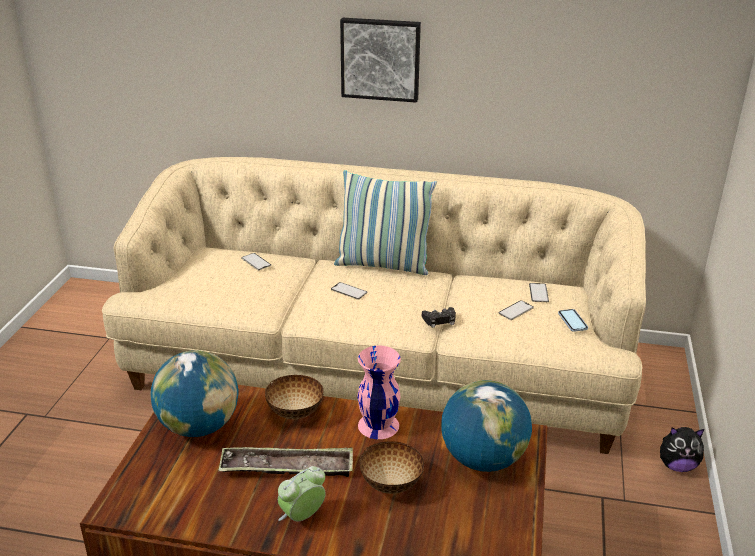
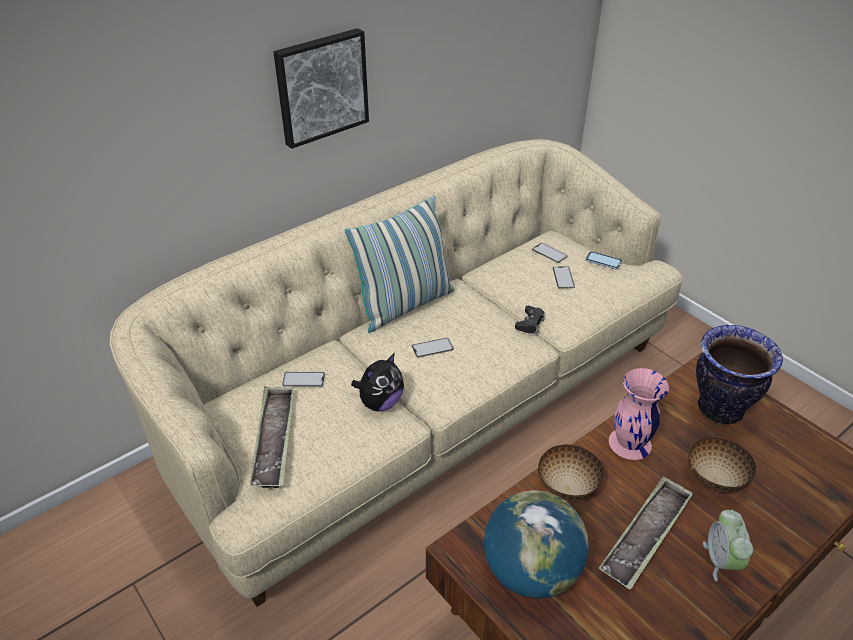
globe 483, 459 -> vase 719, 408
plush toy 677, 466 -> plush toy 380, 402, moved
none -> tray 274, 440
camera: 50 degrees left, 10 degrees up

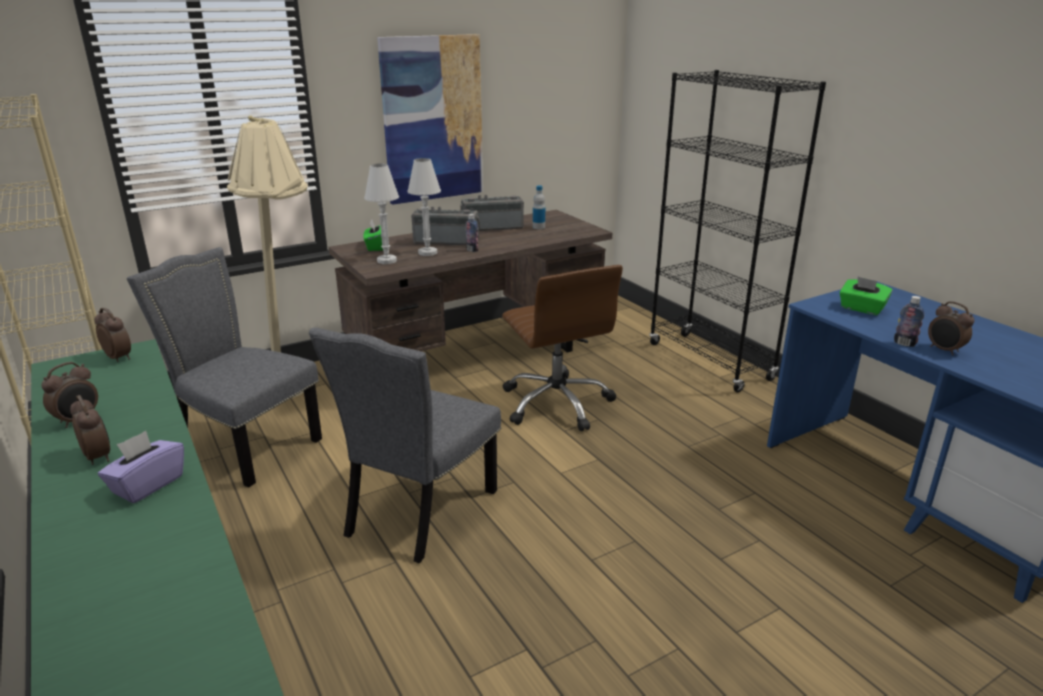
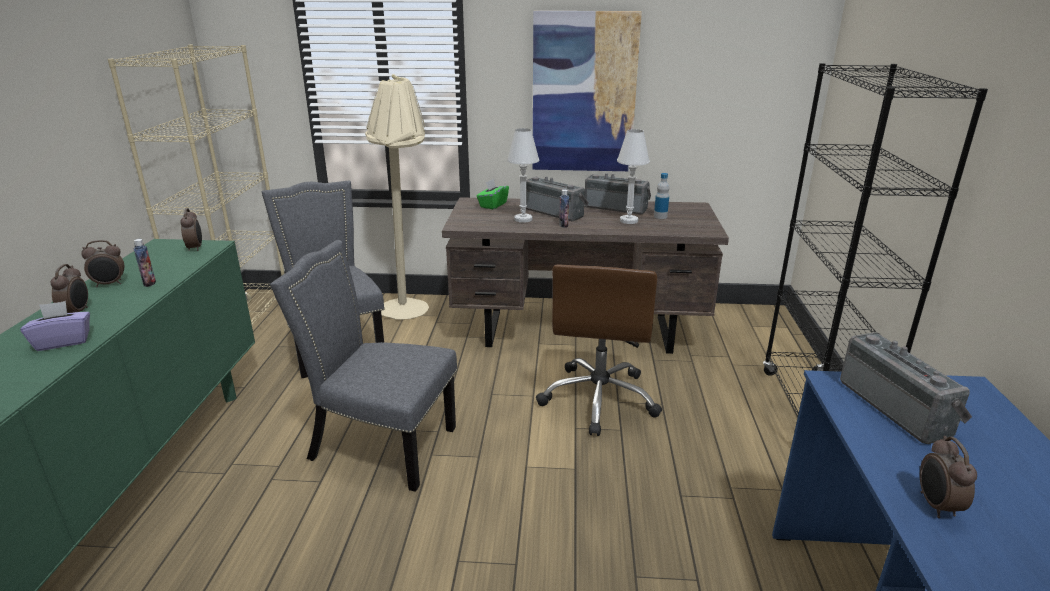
grey chair 421, 509 -> grey chair 384, 447, 45 degrees clockwise
white table lamp 386, 260 -> white table lamp 628, 221, moved
green tissue box 861, 309 -> radio 898, 408
bottle 904, 343 -> bottle 149, 283, moved
camera: 35 degrees right, 0 degrees up

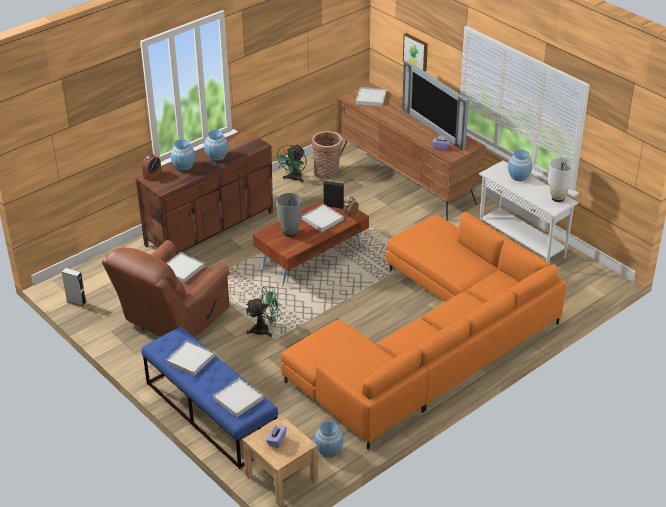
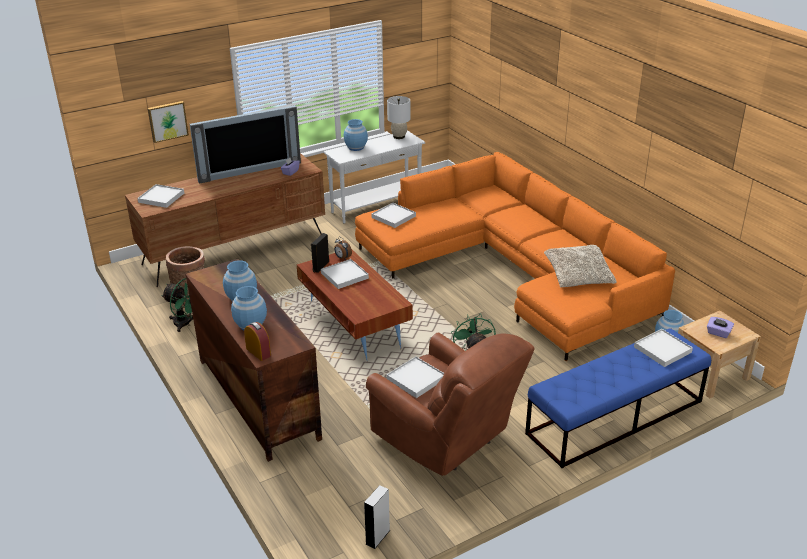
white tray 190, 360 -> white tray 393, 217, moved
grey table lamp 290, 233 -> none
none -> beige pillow 578, 275
camera: 80 degrees left, 5 degrees down

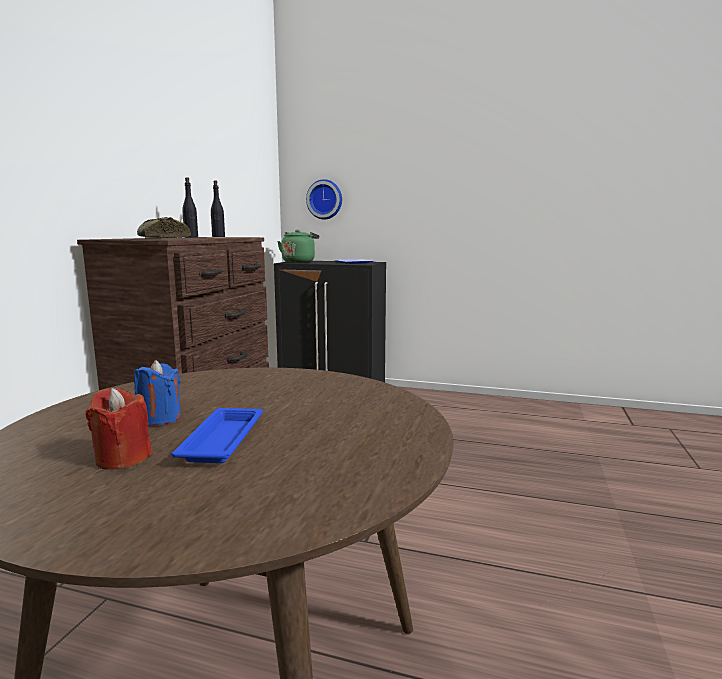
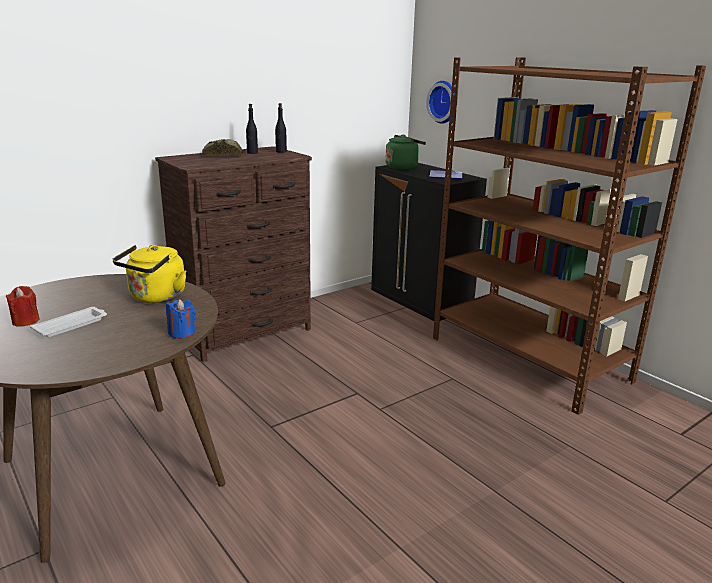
blue candle 159, 418 -> blue candle 182, 333, moved
blue tray 223, 439 -> white tray 72, 325
none -> yellow kettle 155, 297
none -> brown bookcase 528, 359
camera: 35 degrees right, 10 degrees up

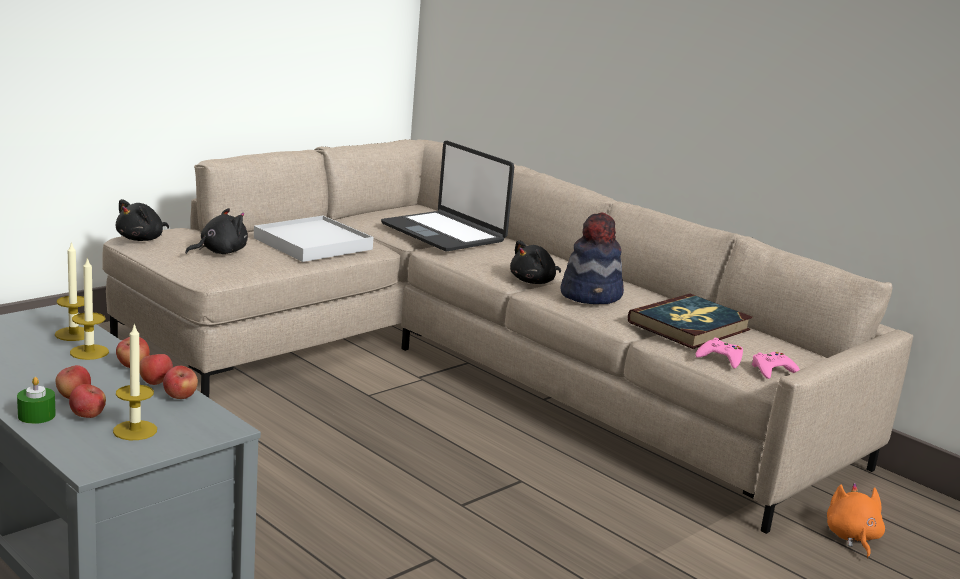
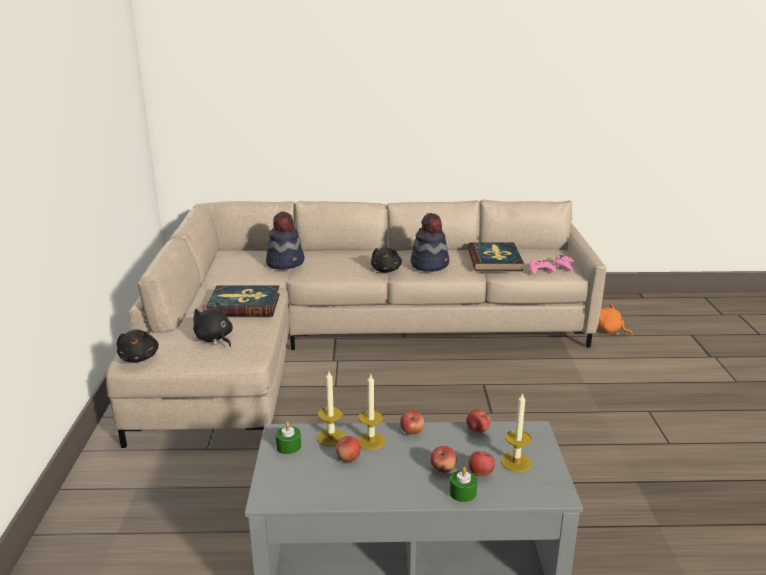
apple 155, 382 -> apple 348, 458, moved
black plush toy 220, 252 -> black plush toy 214, 339, 45 degrees counterclockwise
white tray 313, 244 -> book 244, 305
laptop 444, 233 -> hat 285, 262
none -> green candle 288, 446
camera: 45 degrees left, 5 degrees up

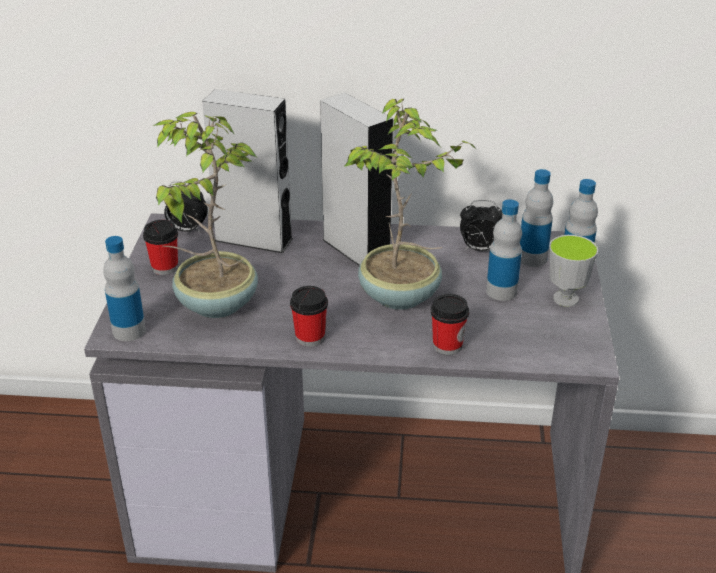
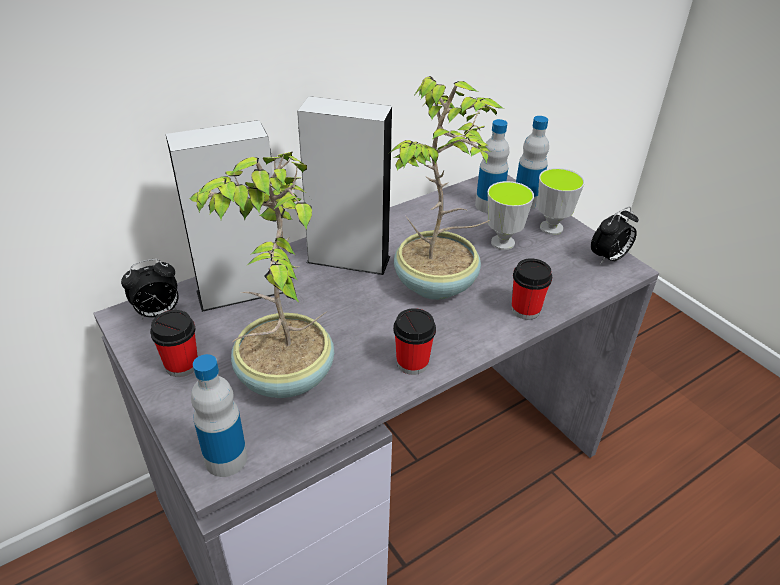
alarm clock 479, 249 -> alarm clock 608, 258, moved
bottle 501, 291 -> cup 502, 243
camera: 40 degrees left, 5 degrees up

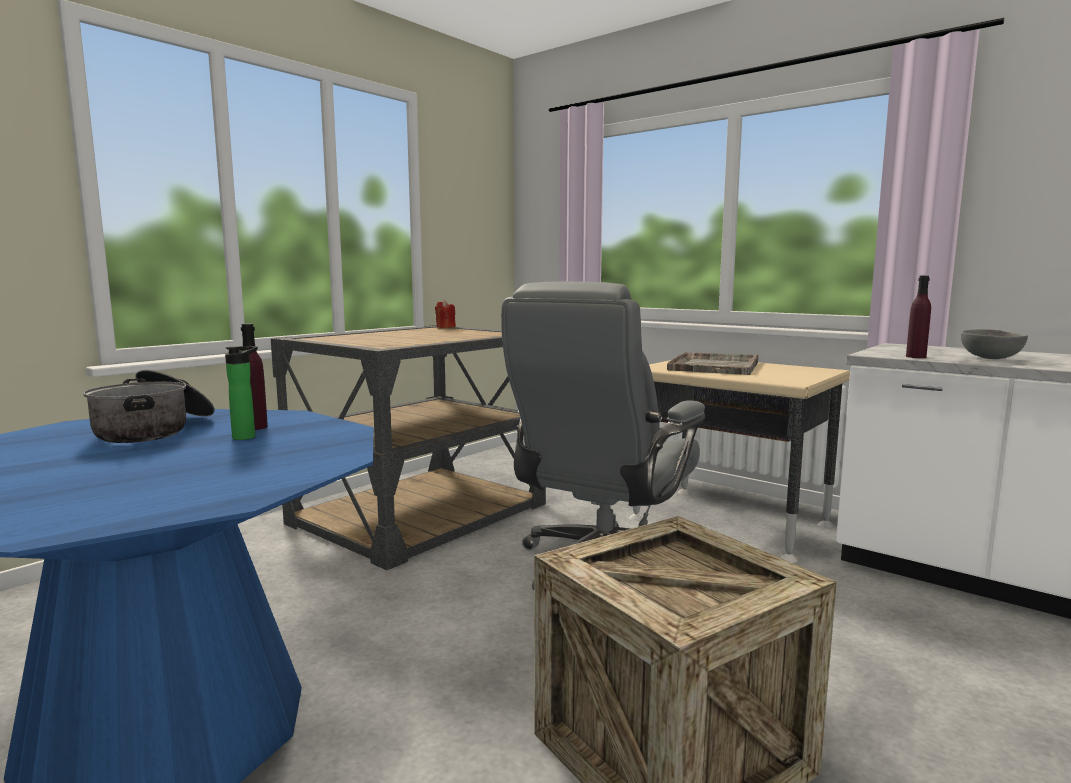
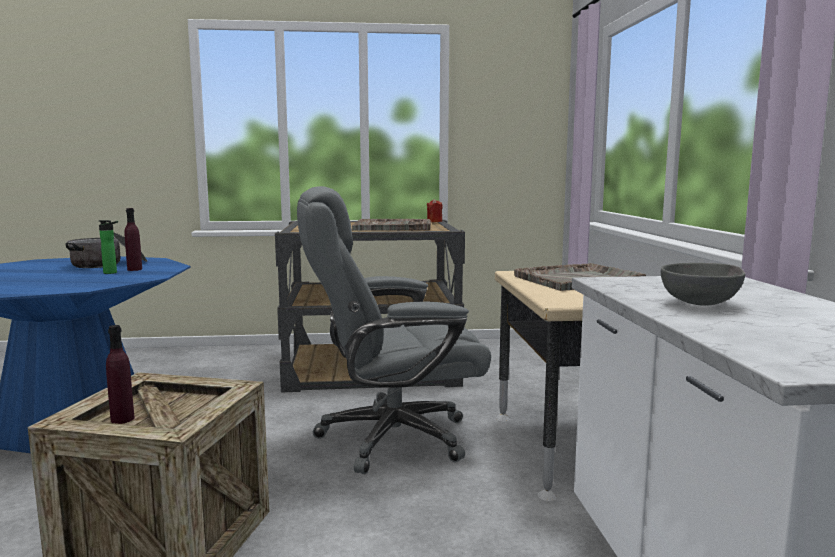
purple bottle 916, 357 -> purple bottle 122, 419, moved
none -> grey tray 394, 227
camera: 45 degrees right, 0 degrees up

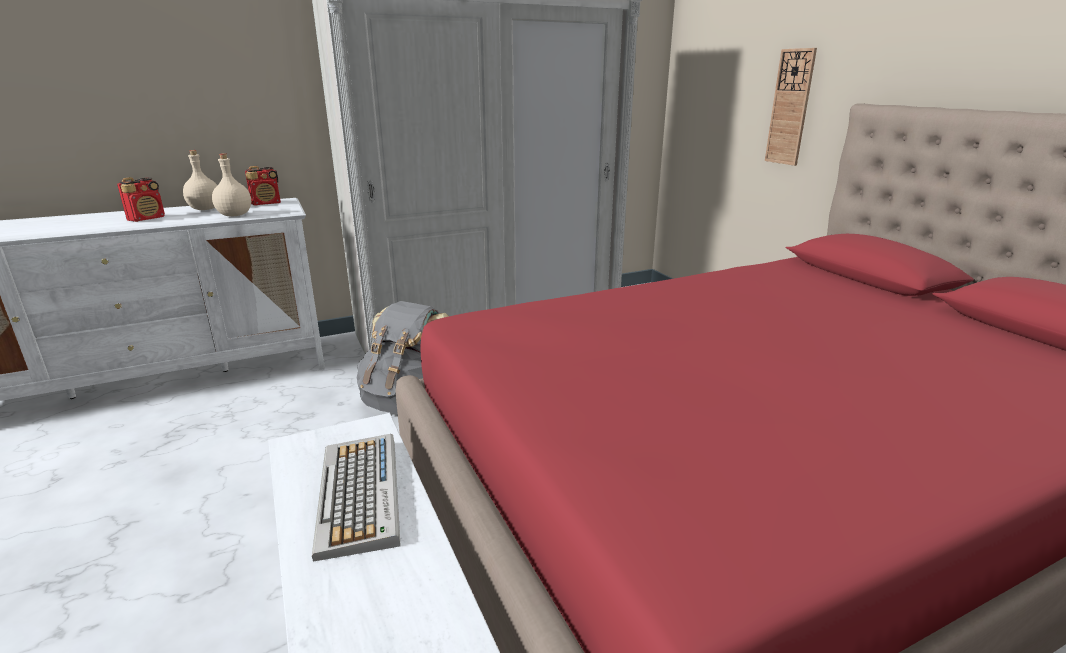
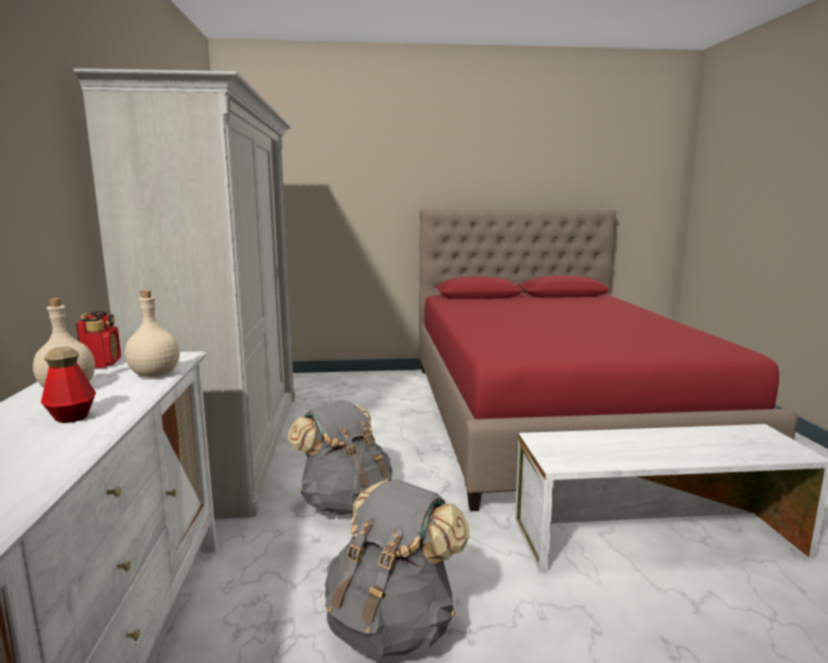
radio 147, 219 -> bottle 71, 416
keyboard 360, 495 -> none
wall clock 790, 107 -> none
none -> grey backpack 392, 625
camera: 70 degrees left, 10 degrees down

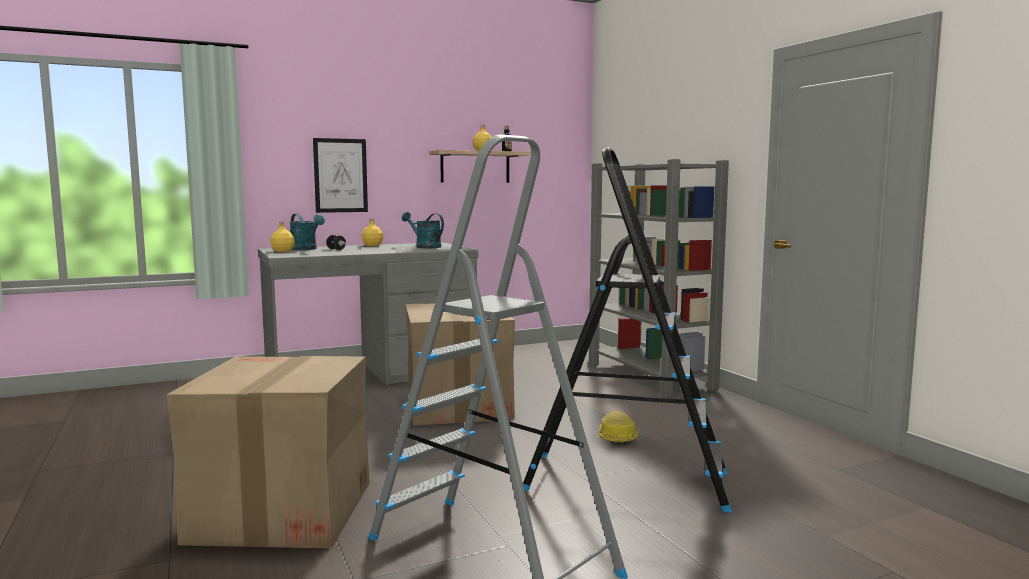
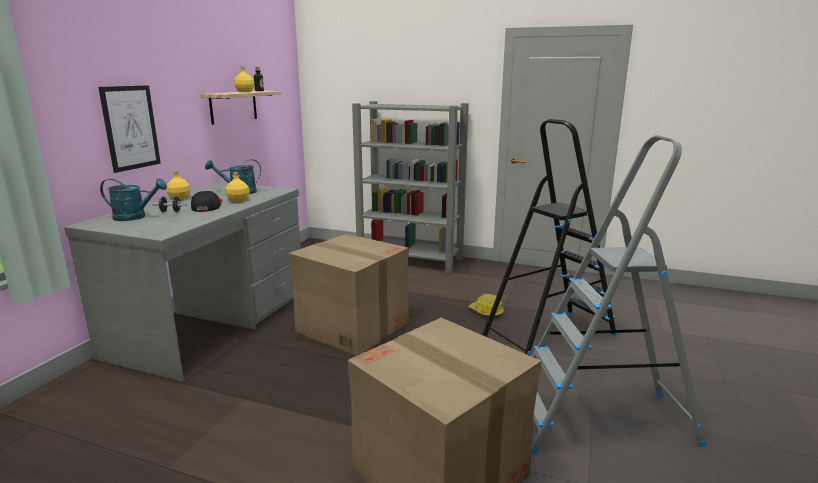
yellow bottle 282, 251 -> yellow bottle 238, 200, moved
none -> cap 206, 206
camera: 45 degrees left, 10 degrees up

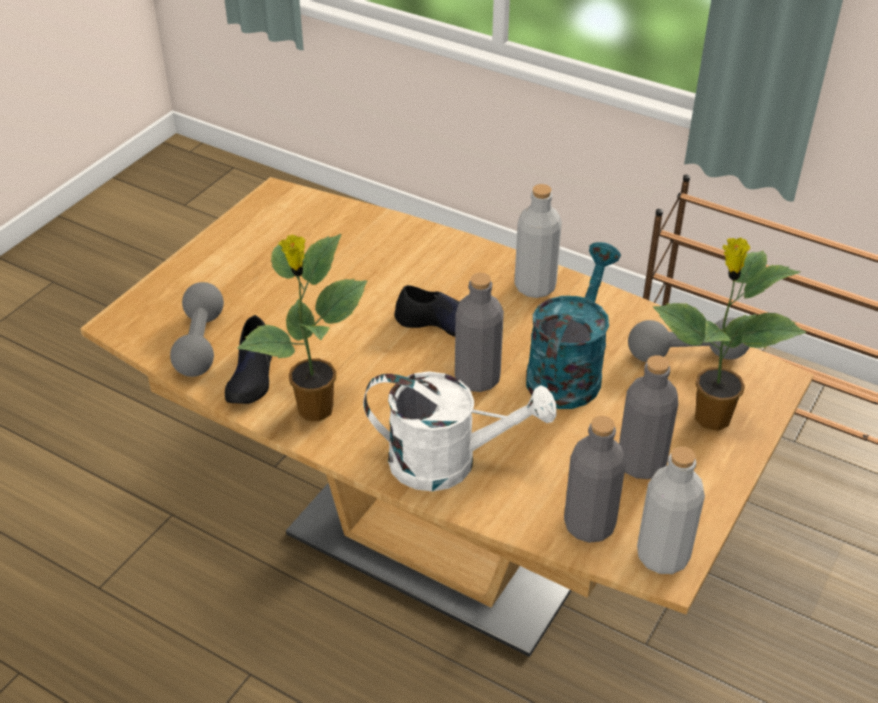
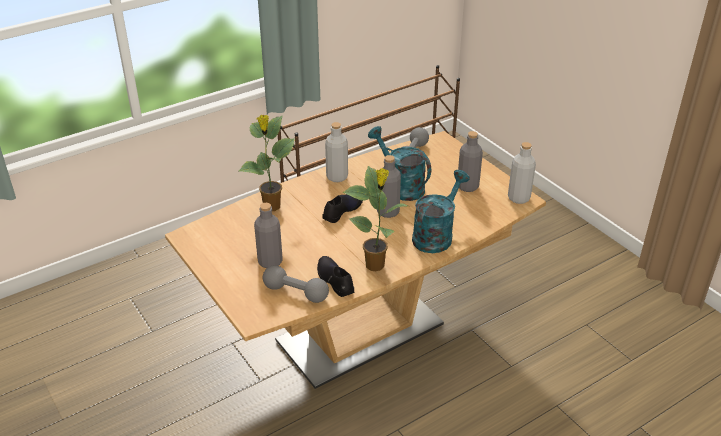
black shoe 252, 375 -> black shoe 335, 280, 150 degrees counterclockwise
white watering can 448, 462 -> turquoise watering can 436, 235
grey bottle 589, 525 -> grey bottle 270, 261, moved
potted plant 710, 418 -> potted plant 271, 207, moved
camera: 65 degrees left, 5 degrees down

